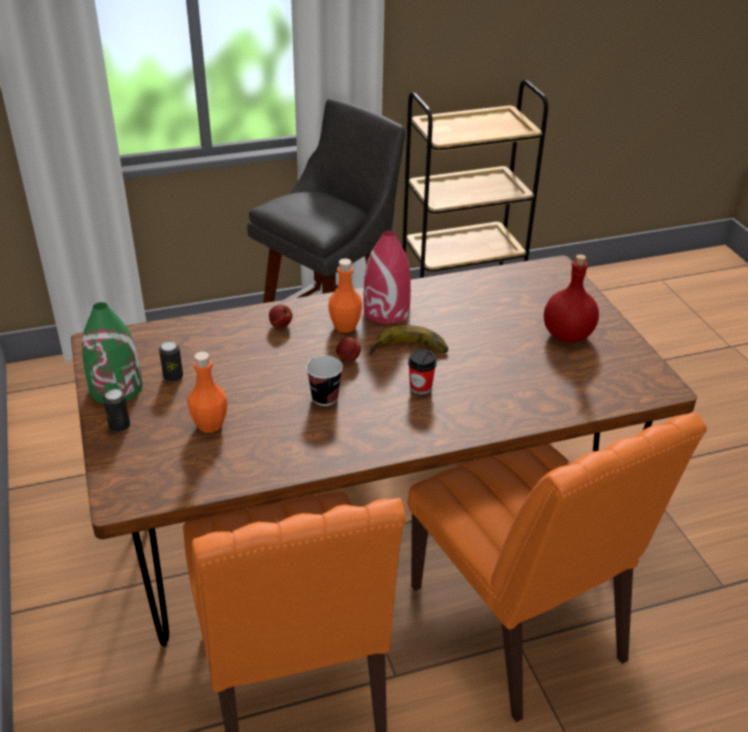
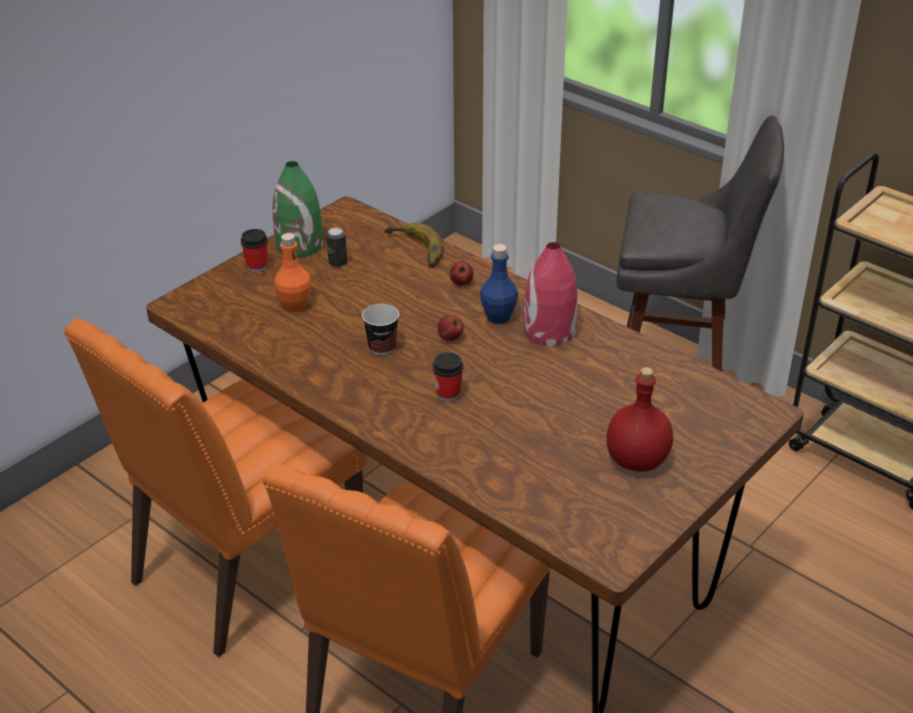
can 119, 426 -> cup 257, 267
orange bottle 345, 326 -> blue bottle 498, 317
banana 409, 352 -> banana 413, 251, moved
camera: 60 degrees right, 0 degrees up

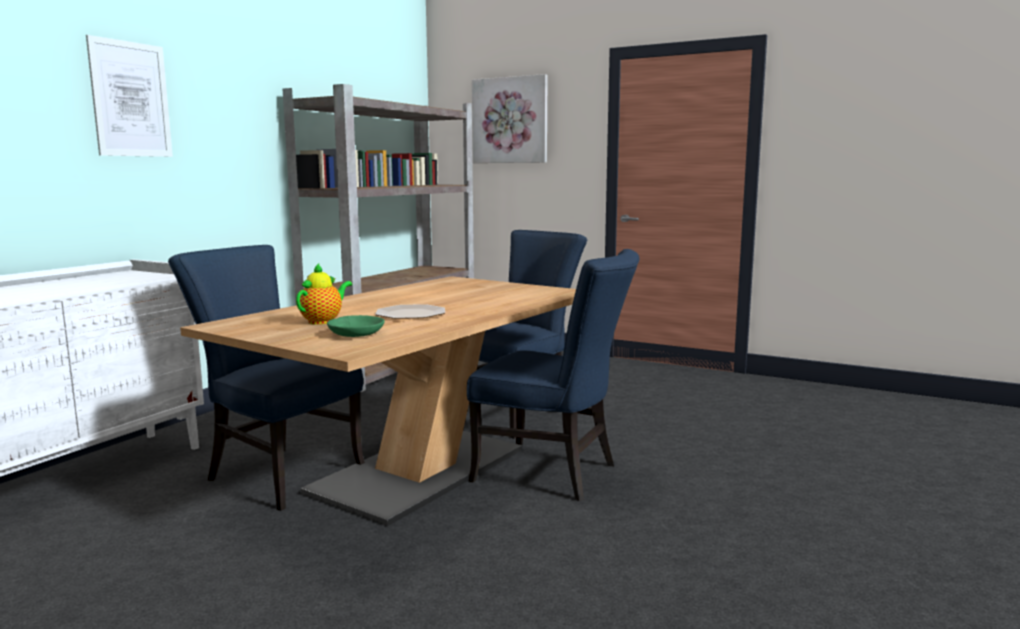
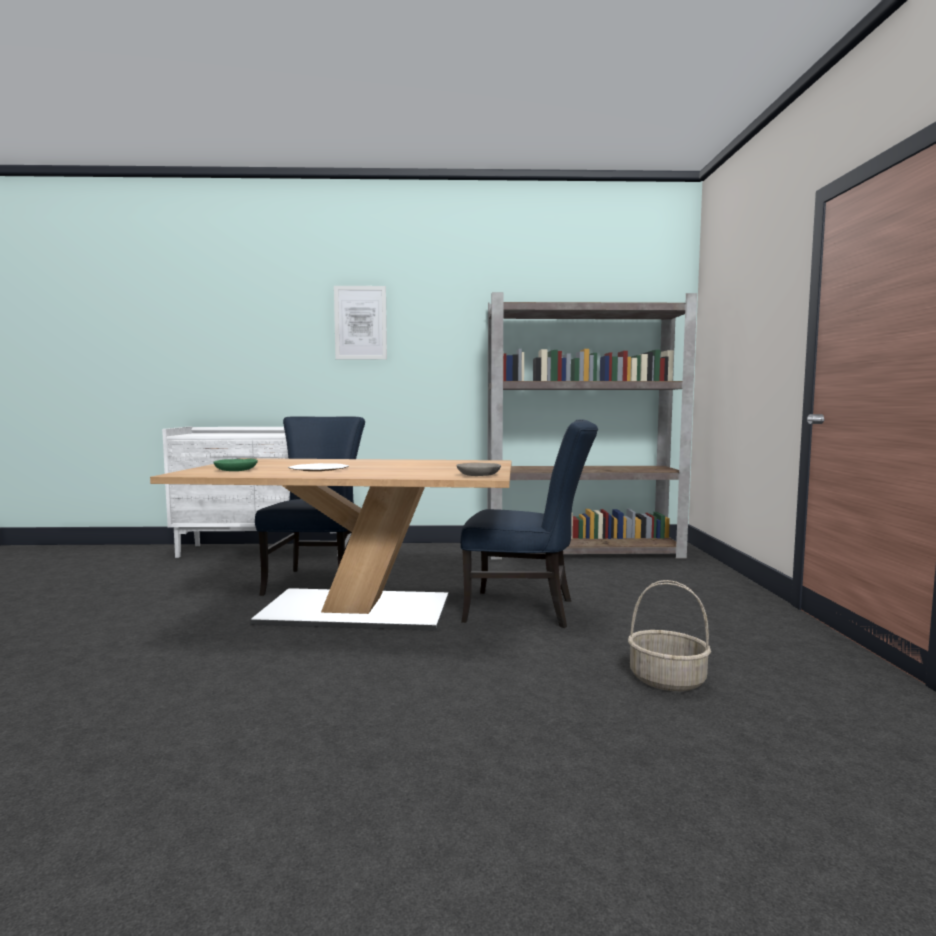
teapot 323, 321 -> none
blue chair 553, 473 -> none
picture 510, 120 -> none
none -> grey bowl 479, 475
none -> basket 668, 680
camera: 60 degrees right, 5 degrees down

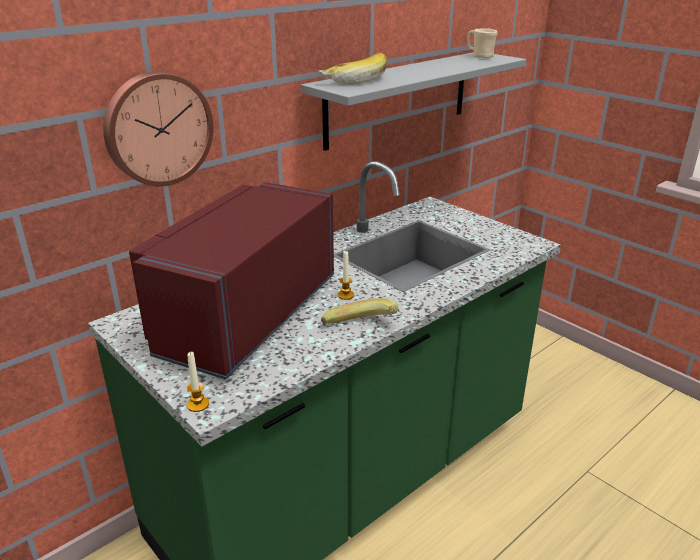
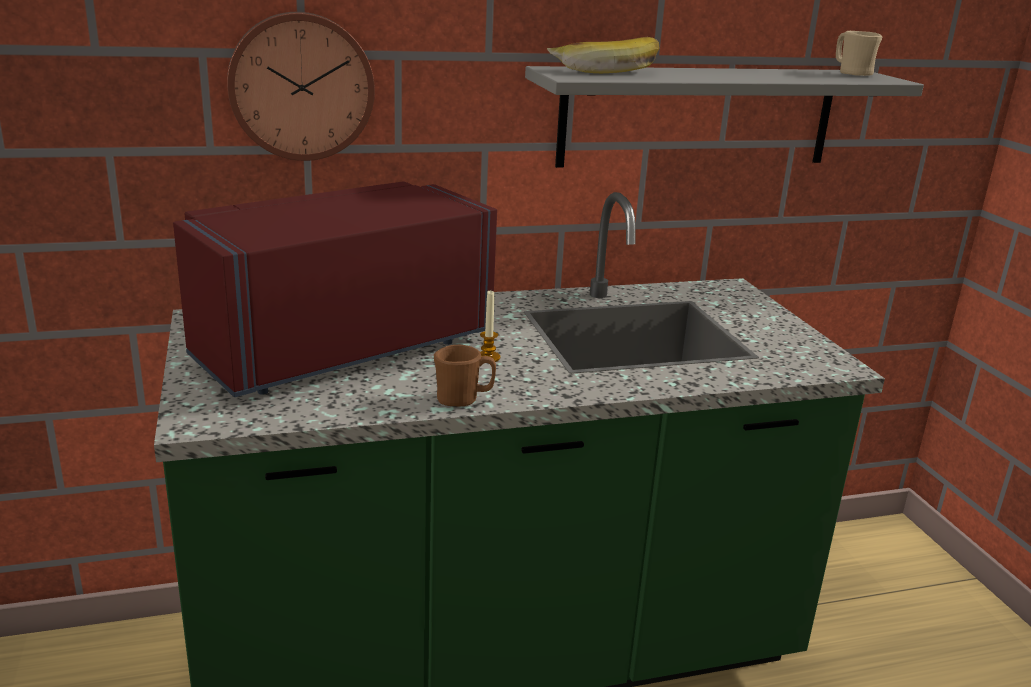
candle 198, 404 -> none
banana 363, 330 -> brown mug 463, 399
camera: 25 degrees right, 5 degrees down

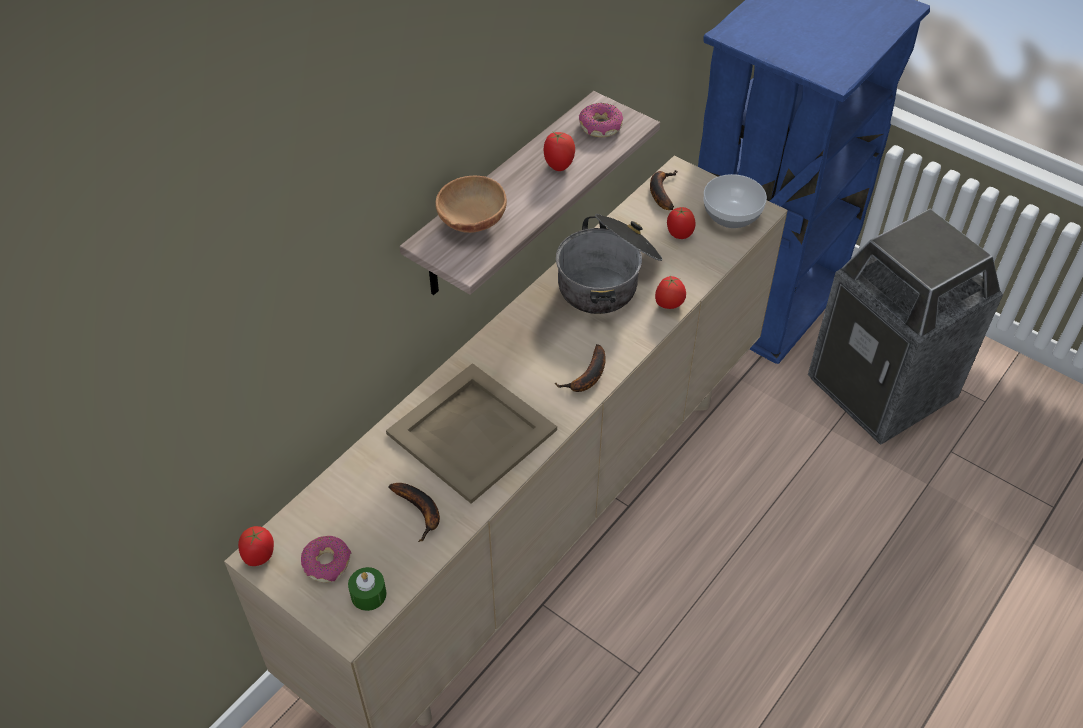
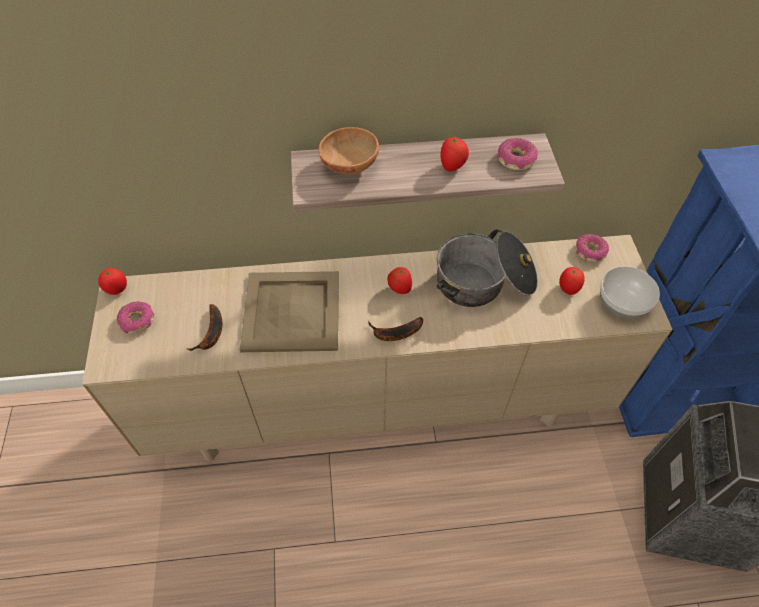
green candle 368, 594 -> none
banana 660, 191 -> donut 589, 252
tomato 669, 305 -> tomato 399, 289, moved
camera: 45 degrees right, 5 degrees up

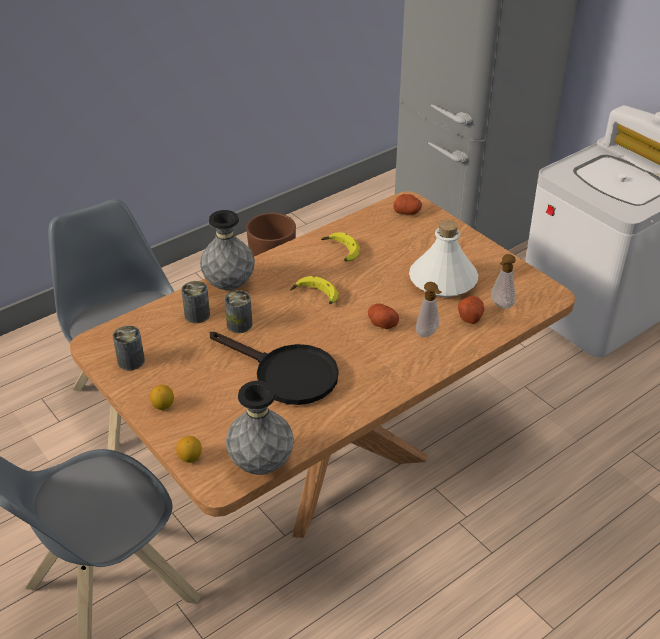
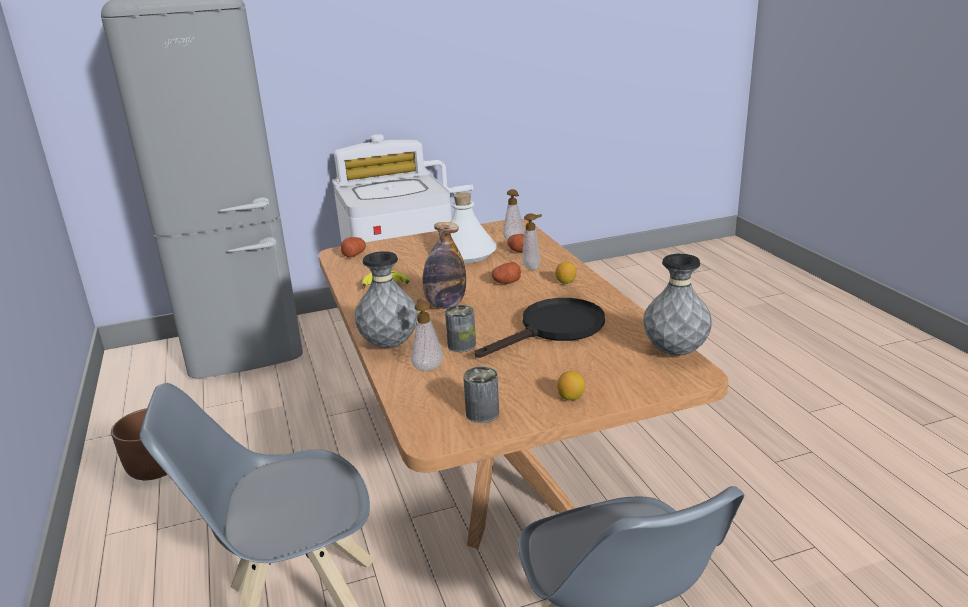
lemon 190, 458 -> lemon 565, 282, moved
can 197, 315 -> soap dispenser 427, 367
banana 315, 296 -> bottle 445, 305
camera: 70 degrees left, 15 degrees down

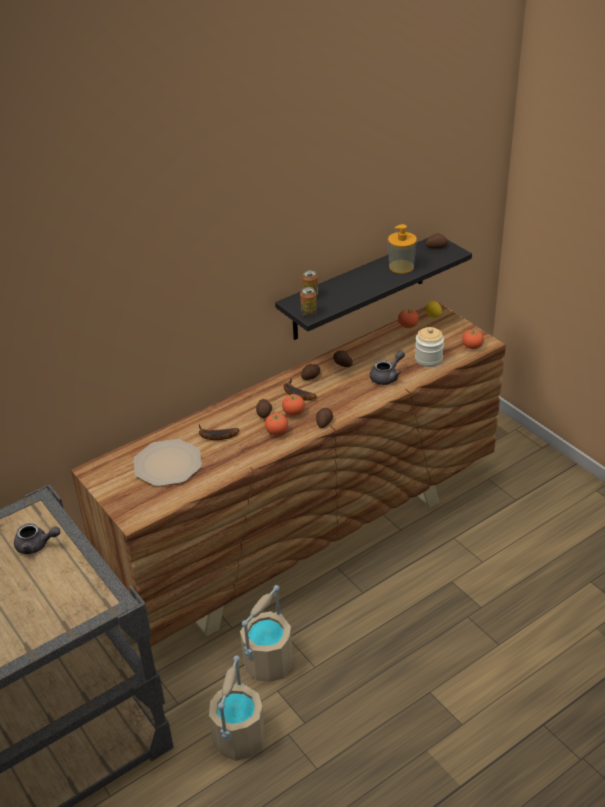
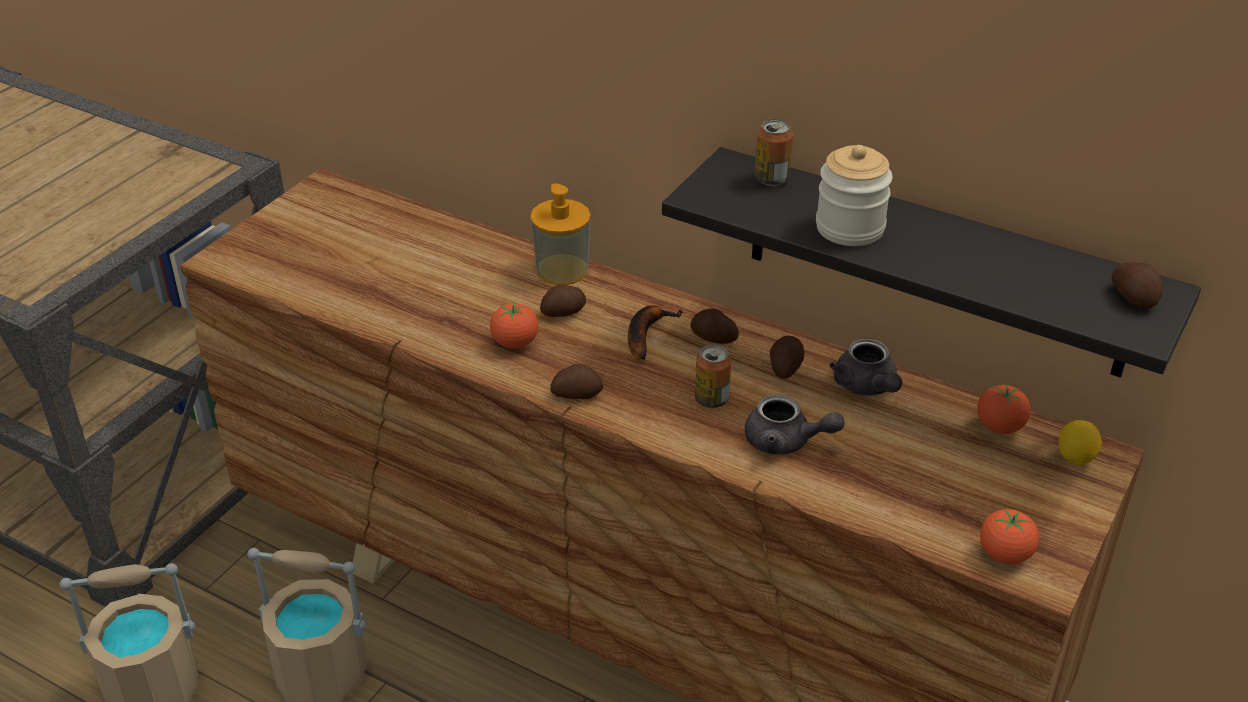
grey teapot 36, 545 -> grey teapot 867, 387, moved
plate 167, 464 -> none
banana 215, 436 -> none
tomato 293, 413 -> none
can 309, 313 -> can 711, 399, moved
soap dispenser 401, 266 -> soap dispenser 562, 270, moved
jar 428, 359 -> jar 850, 228, moved
camera: 65 degrees right, 0 degrees up

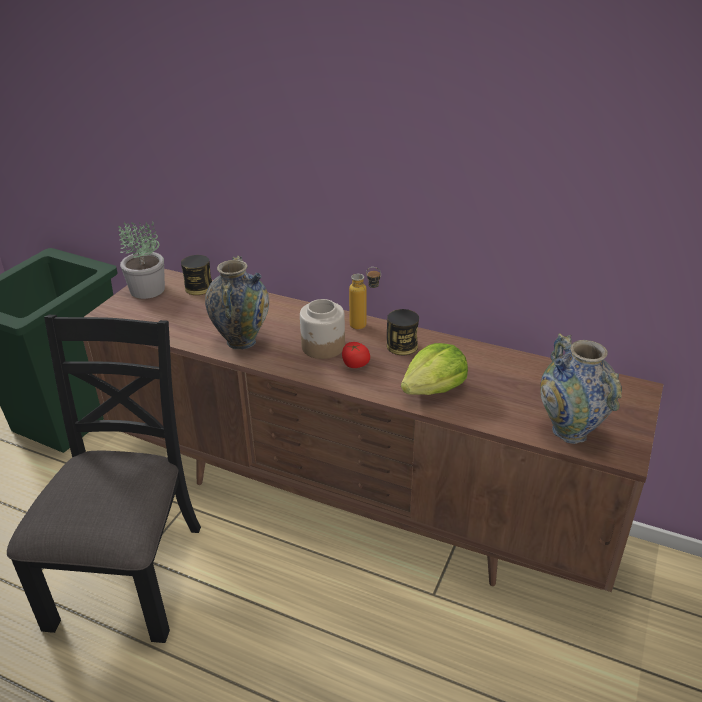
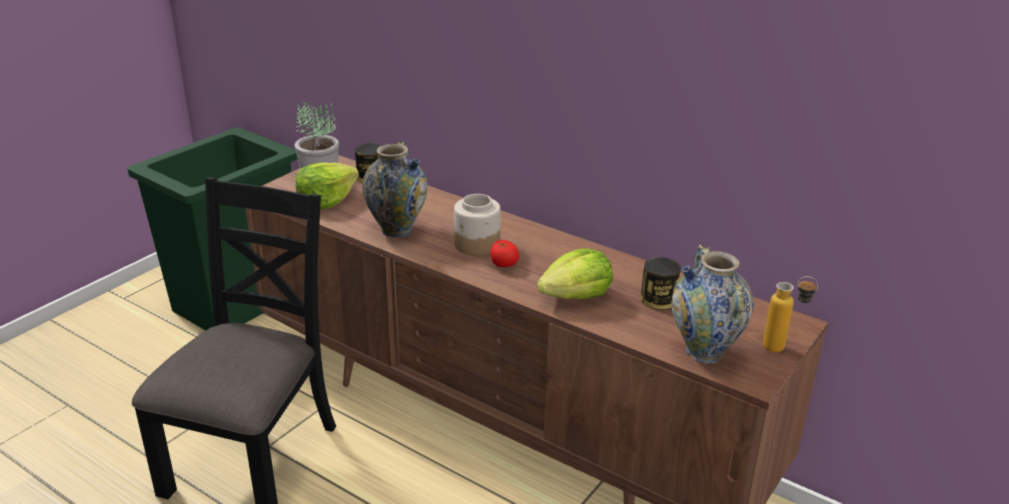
bottle 365, 326 -> bottle 782, 349, moved
can 402, 346 -> can 658, 300, moved
none -> lettuce 326, 200
camera: 10 degrees right, 5 degrees down

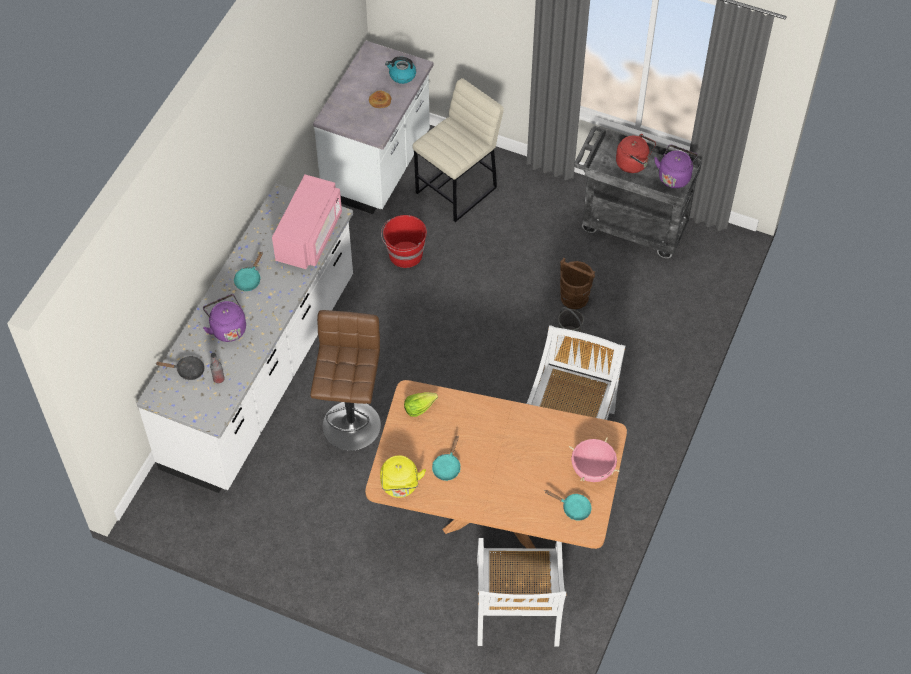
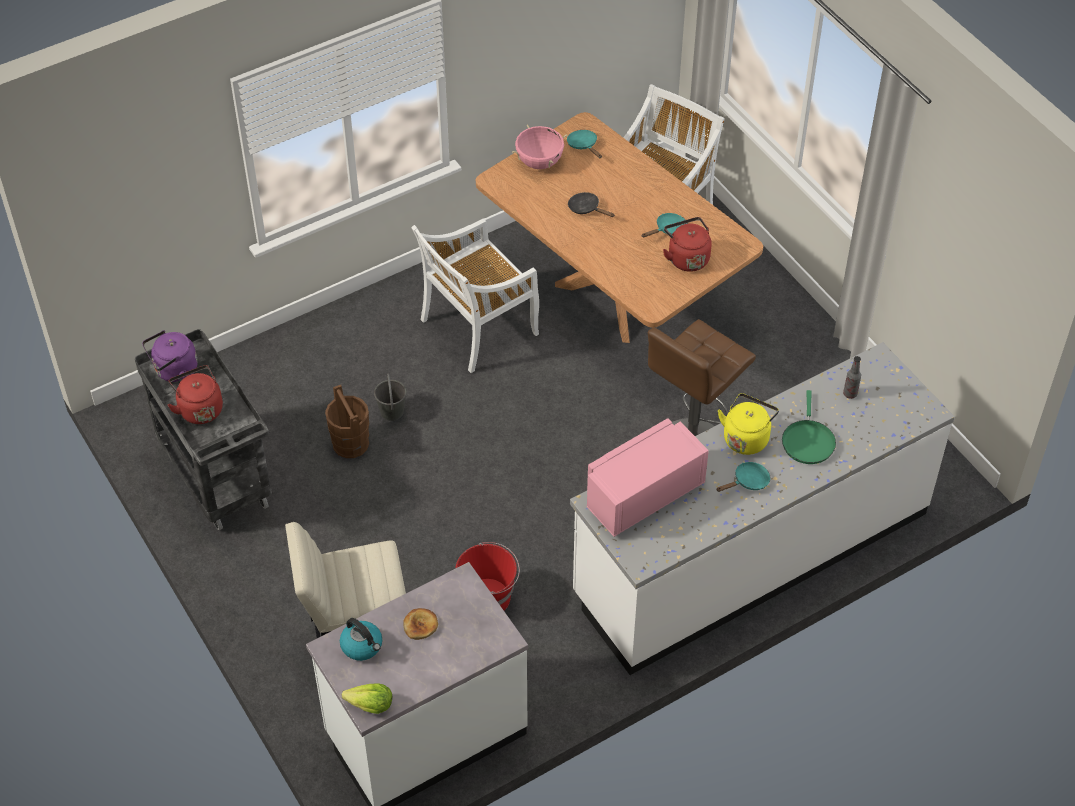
black frying pan 187, 370 -> black frying pan 586, 208, moved
purple kettle 227, 328 -> green frying pan 808, 441
yellow kettle 400, 486 -> yellow kettle 746, 437, moved
lettuce 419, 407 -> lettuce 370, 705, moved
none -> red kettle 686, 258
camera: 145 degrees left, 5 degrees down

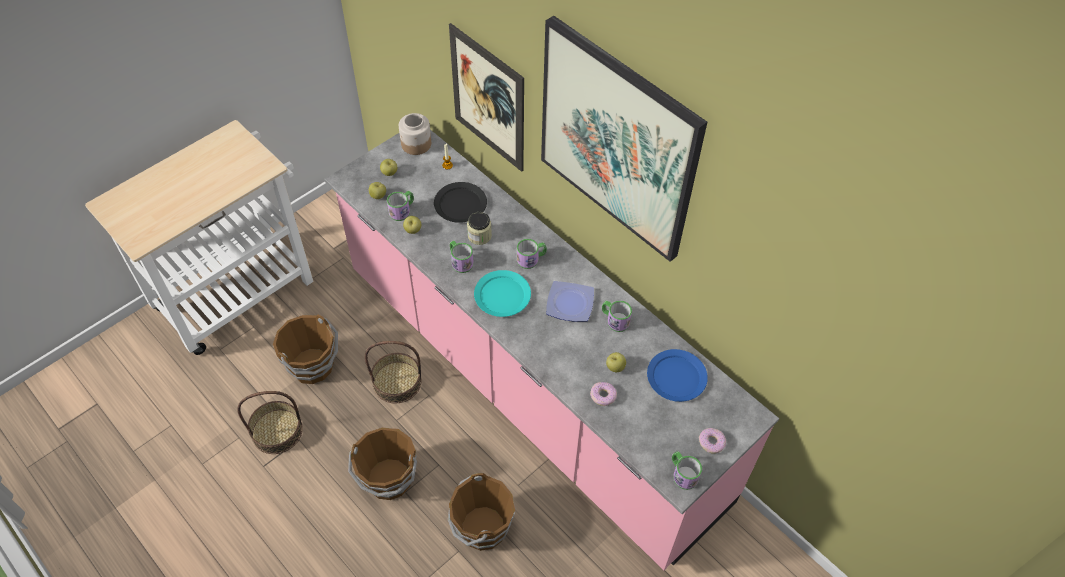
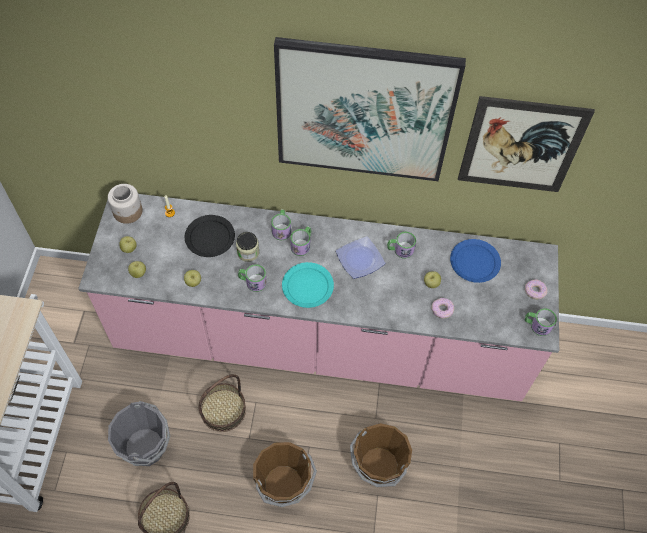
brown bucket 313, 366 -> grey bucket 146, 446
mug 402, 210 -> mug 281, 229, moved
picture 488, 99 -> picture 521, 146, moved
camera: 40 degrees left, 5 degrees up

